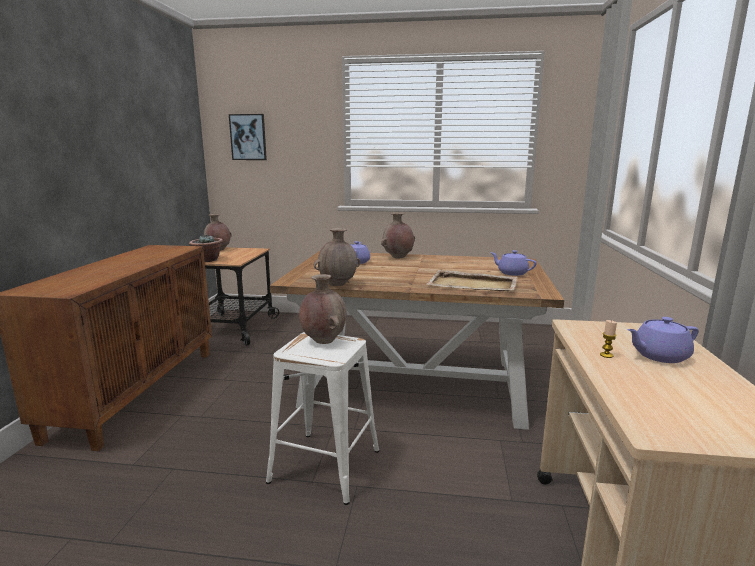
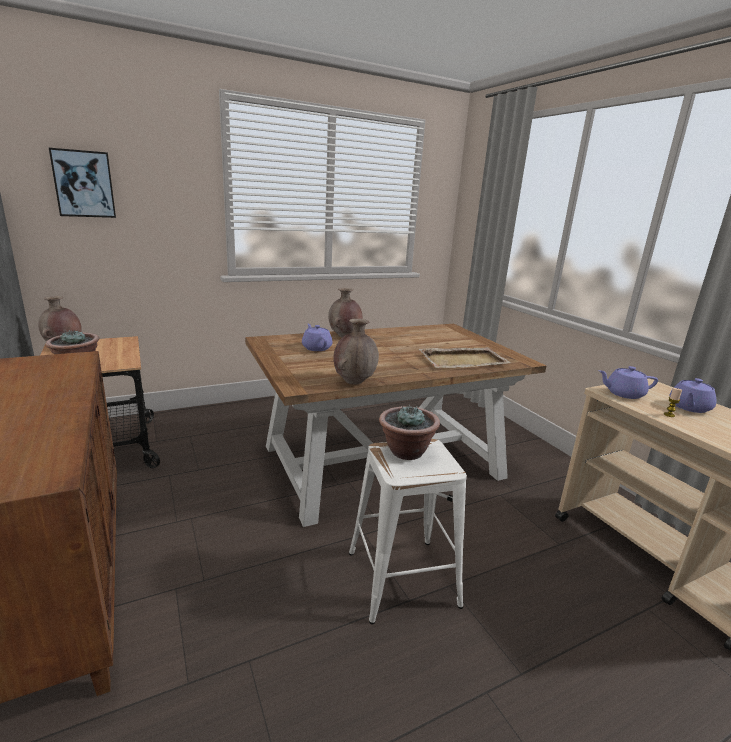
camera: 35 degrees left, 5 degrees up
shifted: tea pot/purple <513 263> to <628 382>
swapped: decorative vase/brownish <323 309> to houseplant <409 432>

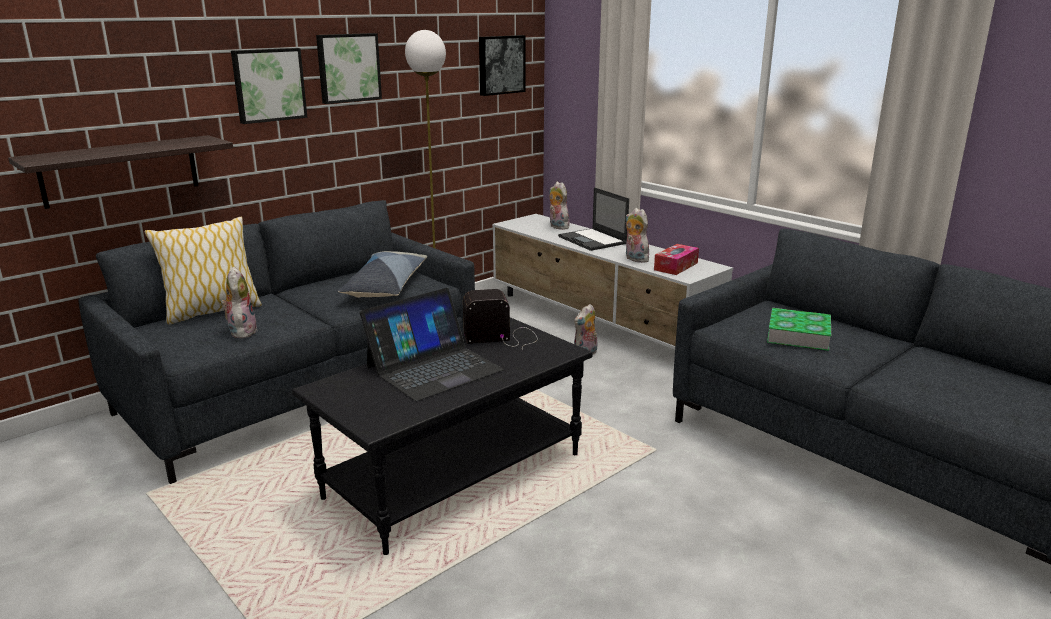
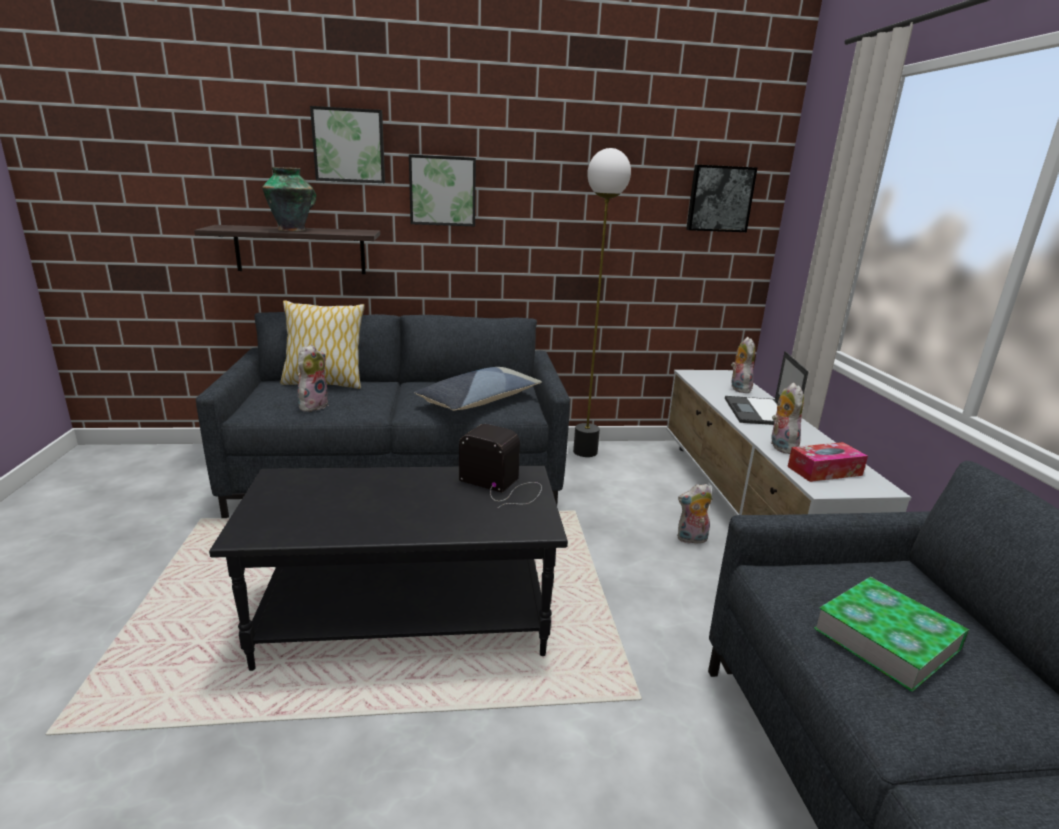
camera: 35 degrees right, 0 degrees up
gone: laptop <432 344>
new: decorative vase <289 199>
shifted: wall picture <349 68> to <347 144>

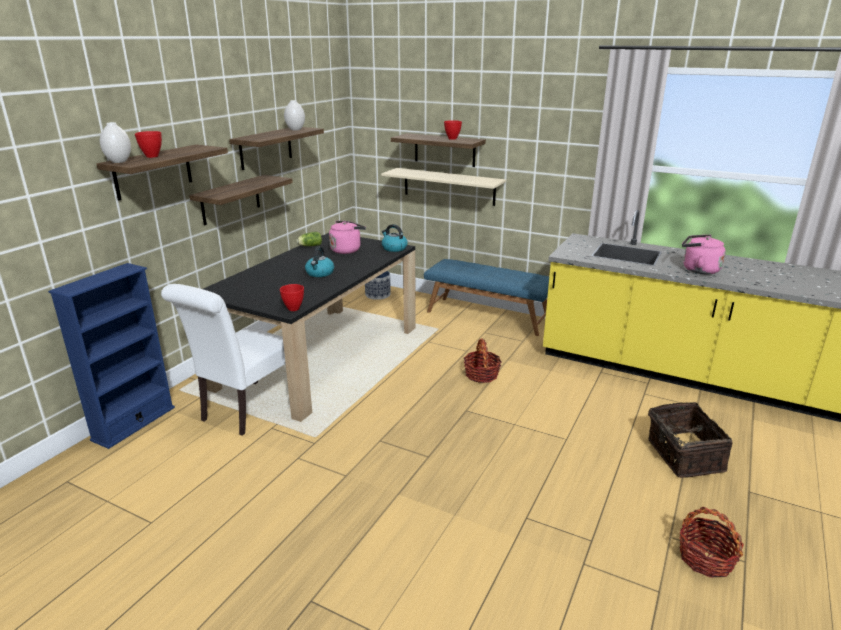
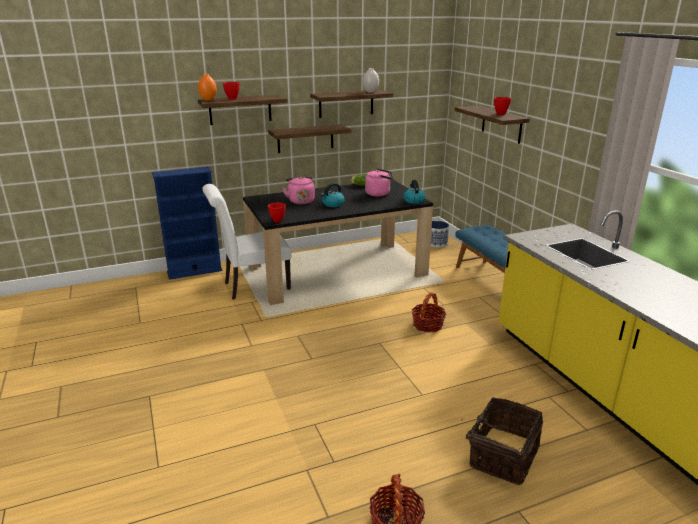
camera: 40 degrees right, 0 degrees up
gone: bracket shelf/sand-coloured <443 187>
shifted: kettle/pink <704 254> to <298 190>
repainted: decorative vase/white <115 142> to decorative vase/orangey <207 87>

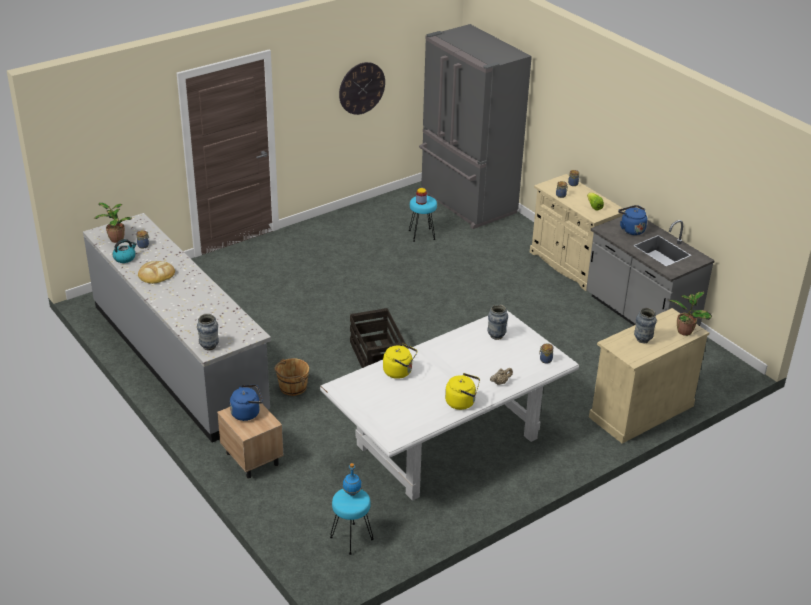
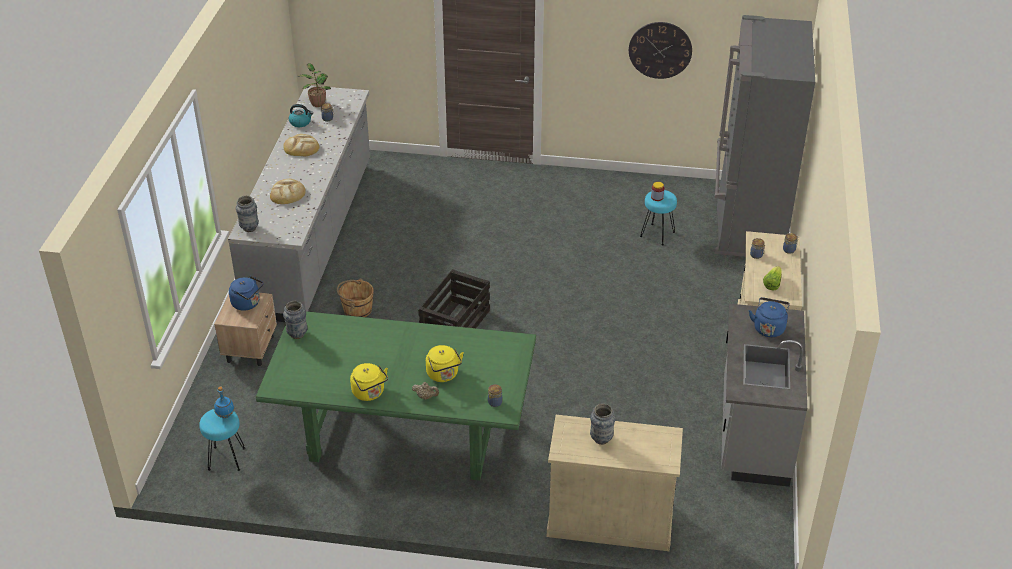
camera: 45 degrees right, 5 degrees up
gone: houseplant <690 313>
new: bakery bread <288 191>
shifted: decorative vase <497 322> to <295 320>; kettle/yellow <400 361> to <445 363>
repainted: kitchen table/white <449 405> to kitchen table/green-coloured <396 396>

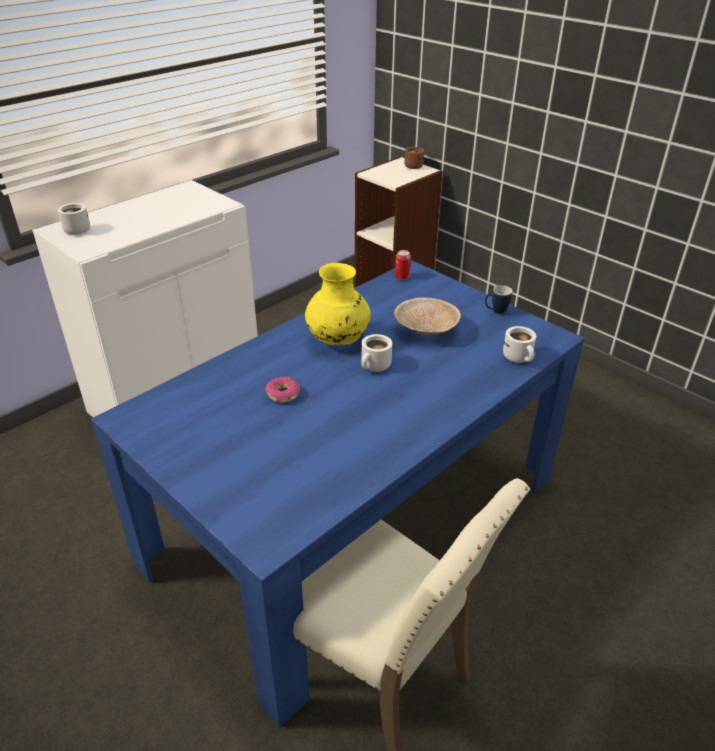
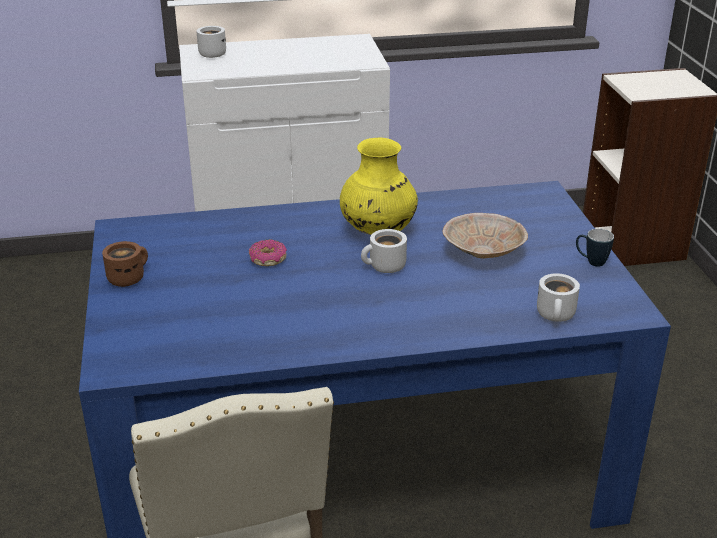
camera: 35 degrees right, 5 degrees down
gone: can <403 265>
shifted: mug/brownish <414 158> to <125 264>

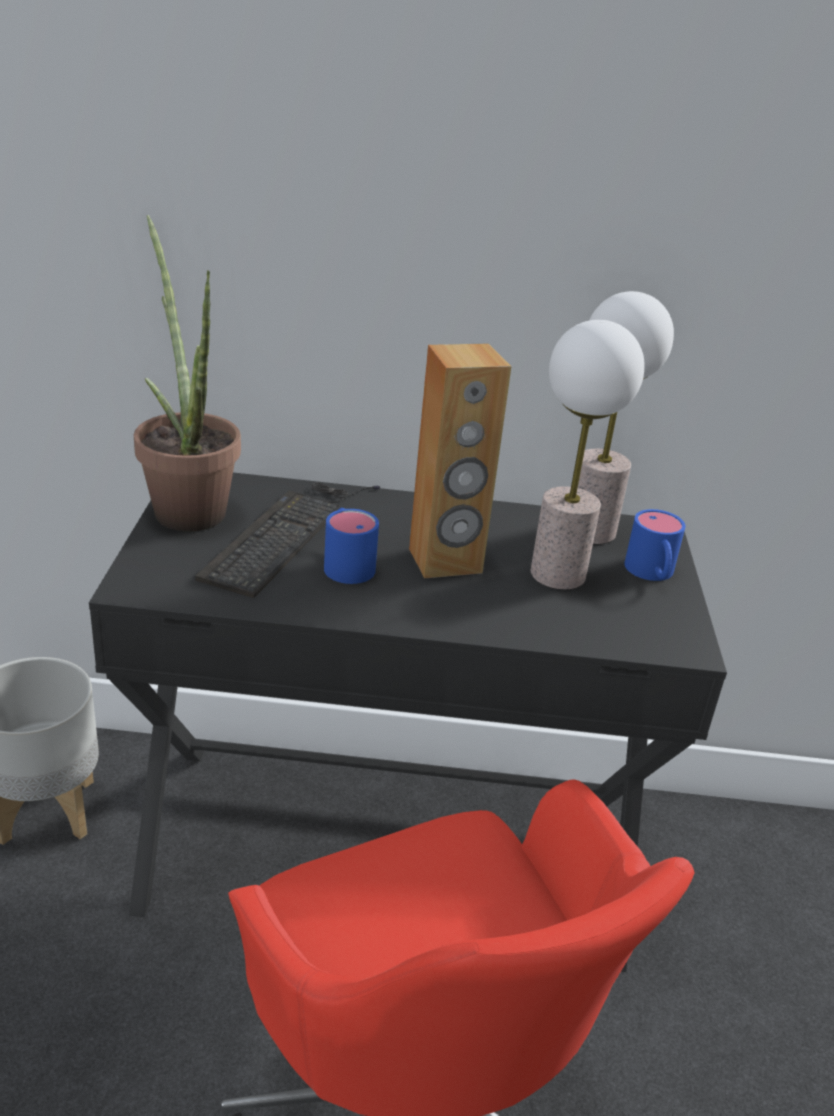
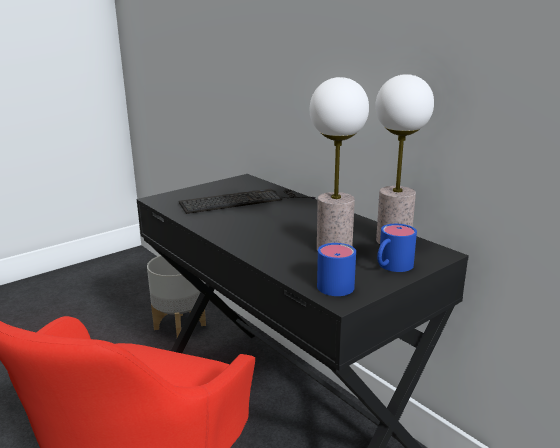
camera: 50 degrees right, 10 degrees down
gone: houseplant <187 373>; loudspeaker/brownish <460 461>
shifted: mug/bluish <351 546> to <336 269>

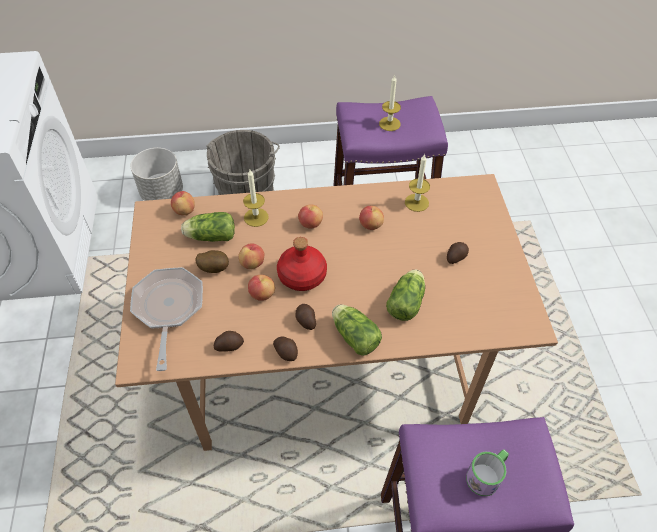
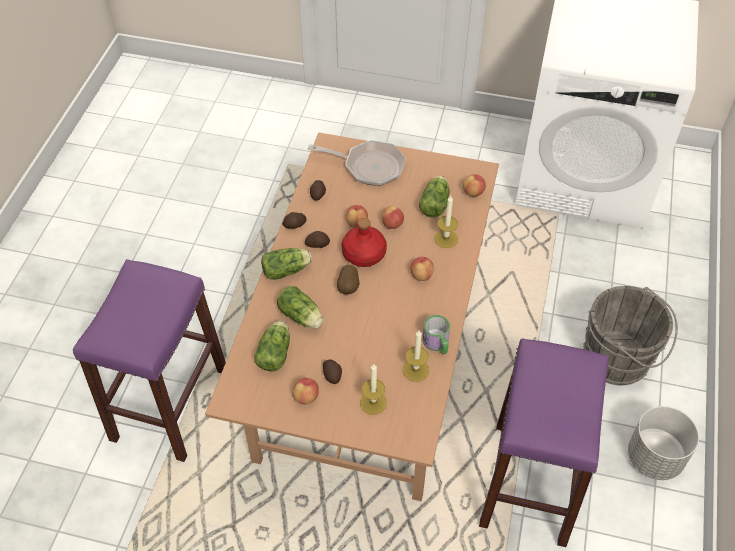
camera: 110 degrees right, 0 degrees up
new: lettuce <272 346>
shifted: apple fruit <371 218> to <305 391>; potato <212 261> to <348 279>; wax candle <390 103> to <373 389>; mug <487 472> to <436 335>; planter/greyish <157 174> to <663 443>

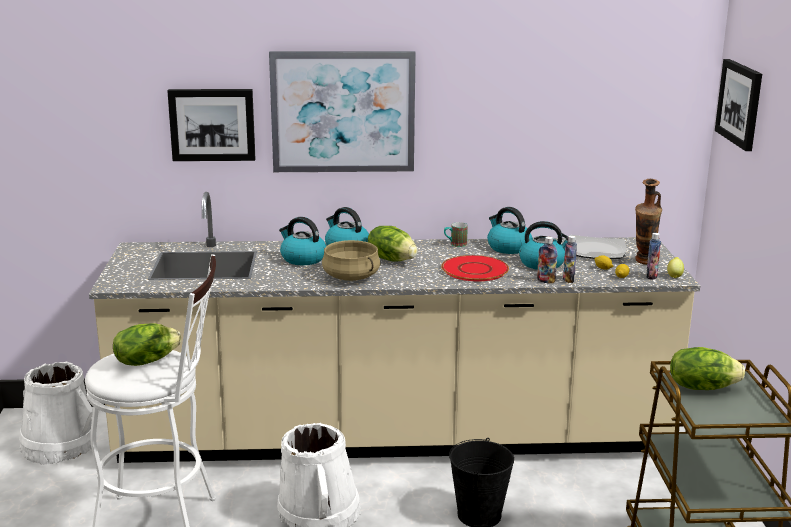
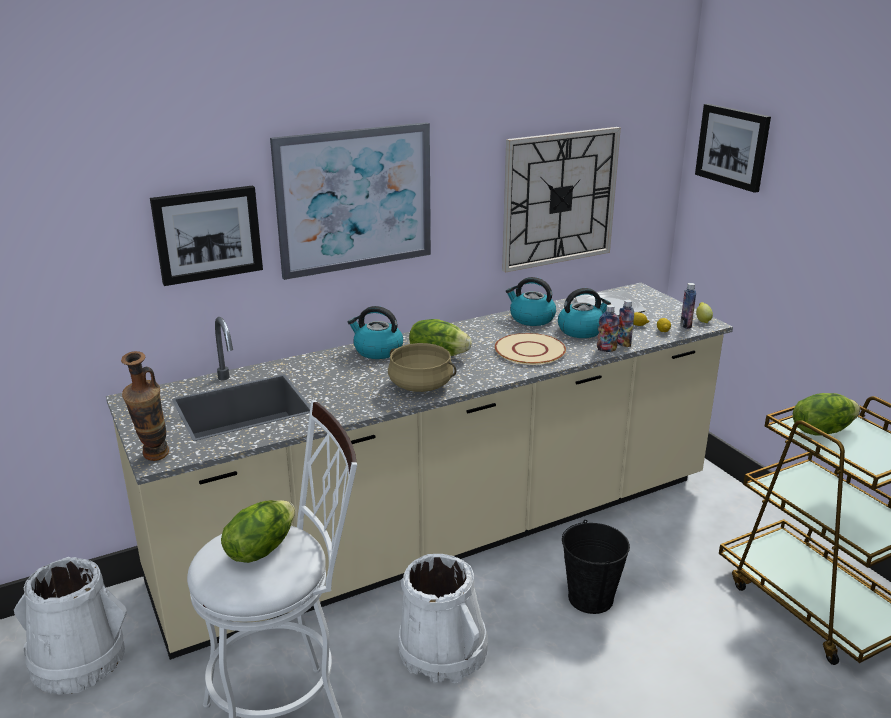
camera: 25 degrees left, 5 degrees up
gone: kettle <302 241>; mug <456 234>
new: clock on the wall <561 199>
shifted: decorative vase <648 221> to <145 406>
repainted: dinner plate/red <475 268> to dinner plate/sand-coloured <530 349>

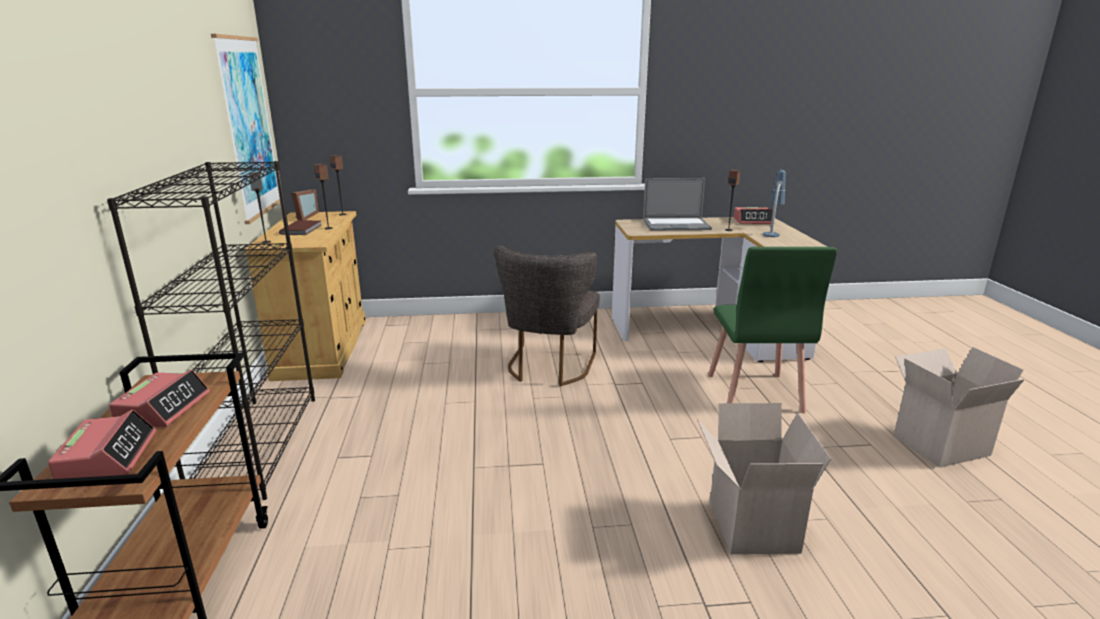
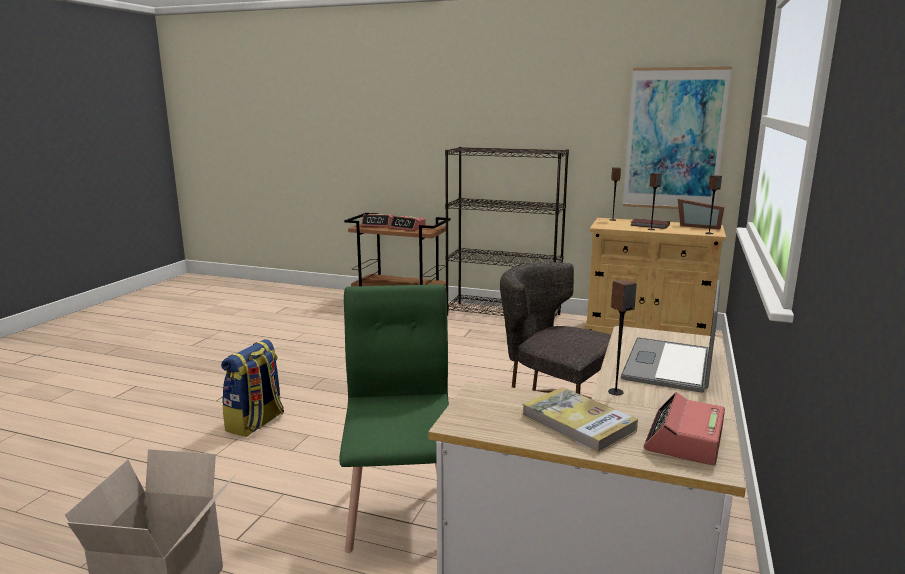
camera: 115 degrees right, 5 degrees down
swapped: packing box <764 478> to knapsack <252 388>; table lamp <774 203> to bound book <580 420>
rotated: chair/green-coloured <772 330> = <394 418> 60 degrees clockwise

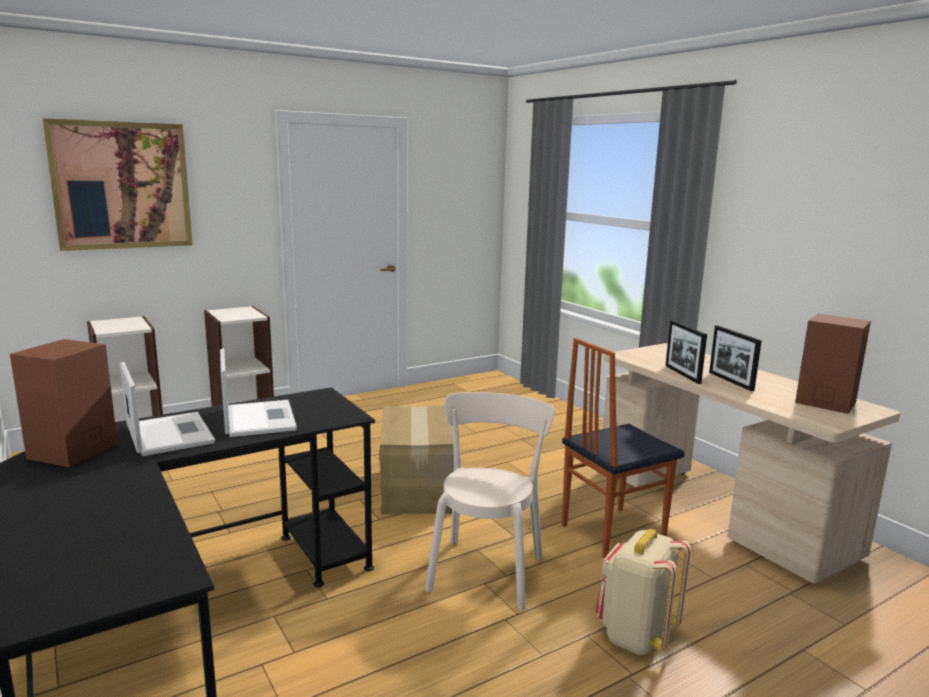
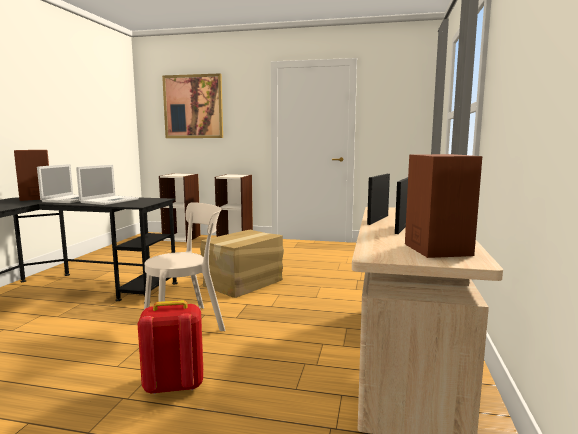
camera: 45 degrees right, 5 degrees down
gone: chair <623 448>
repainted: knapsack/sand-coloured <643 592> to knapsack/red <170 347>

